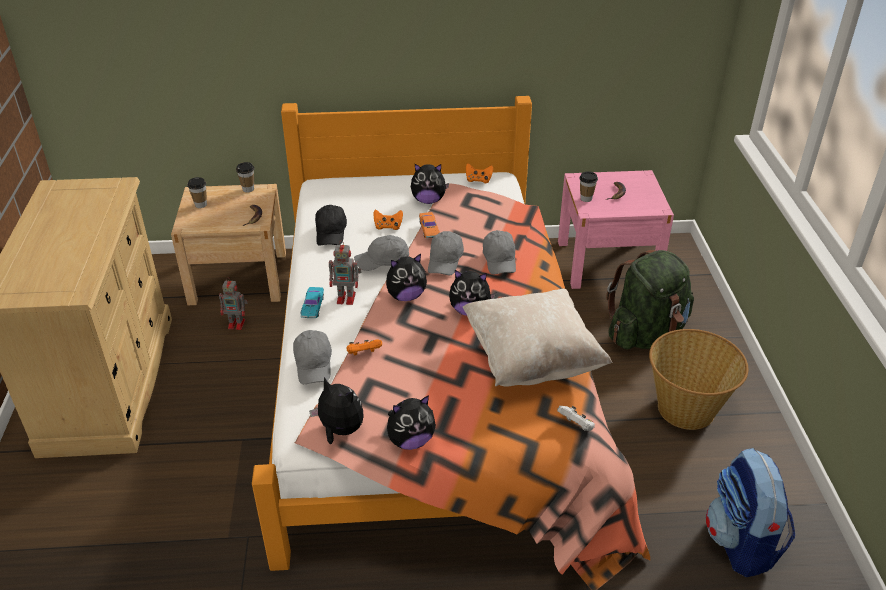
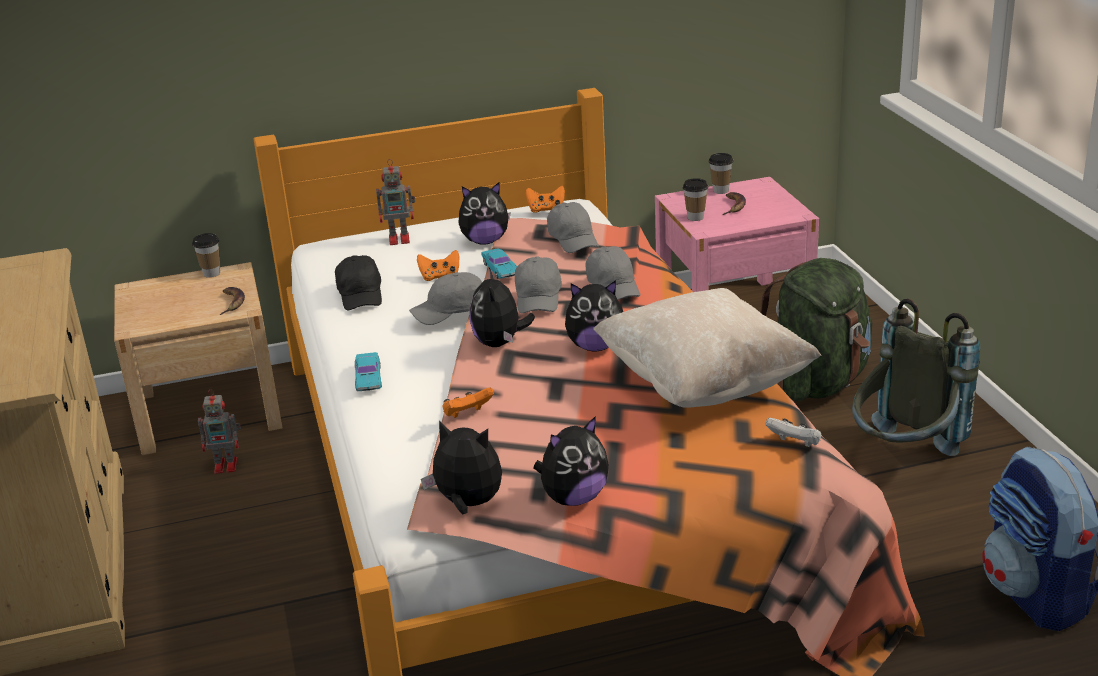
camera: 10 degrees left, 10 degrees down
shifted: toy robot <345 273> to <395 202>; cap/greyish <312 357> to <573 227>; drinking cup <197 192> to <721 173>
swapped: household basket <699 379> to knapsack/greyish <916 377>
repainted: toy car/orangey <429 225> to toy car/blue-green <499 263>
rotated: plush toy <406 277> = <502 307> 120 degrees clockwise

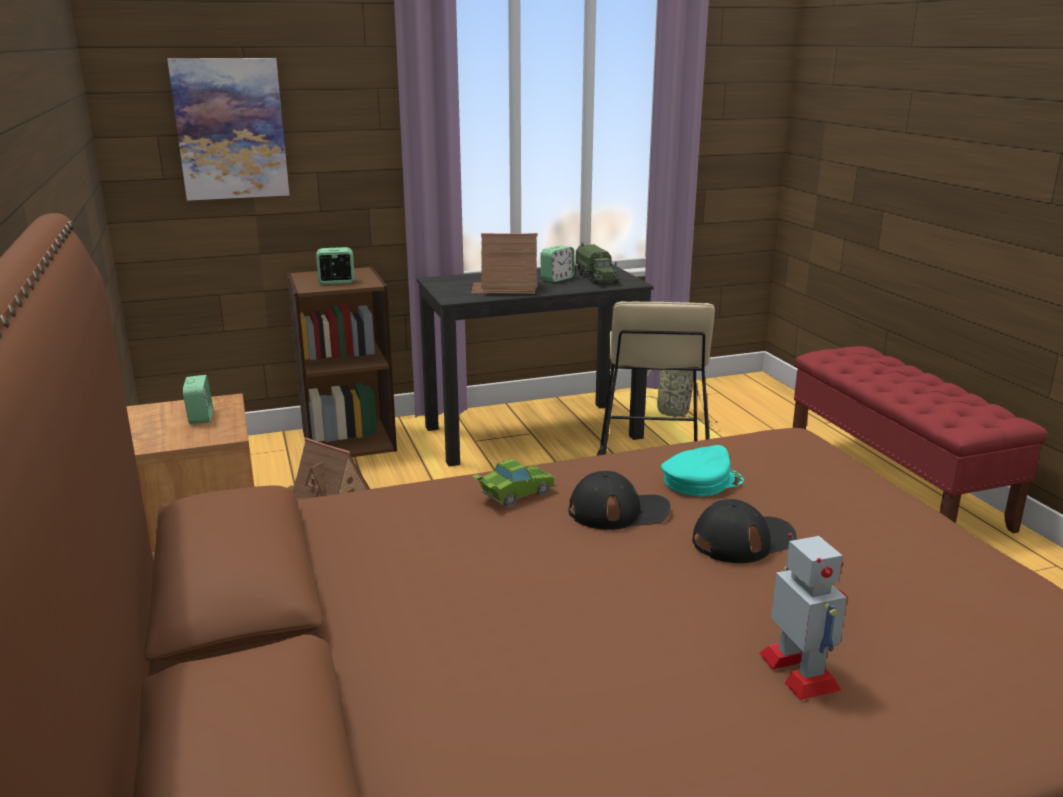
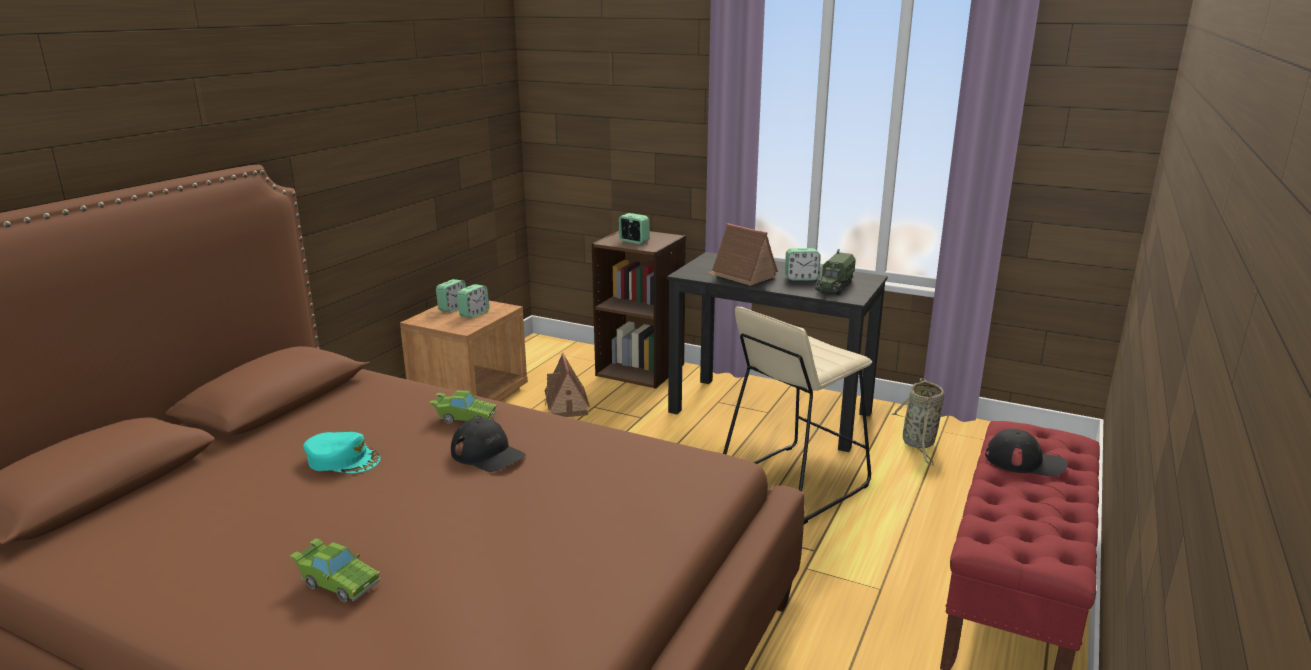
camera: 45 degrees right, 0 degrees up
gone: wall picture <228 129>
new: bedside clock <451 295>
shifted: cap/blue-green <702 470> to <342 452>; cap/black <744 531> to <1026 452>
swapped: toy robot <803 616> to toy car/green-coloured <335 570>

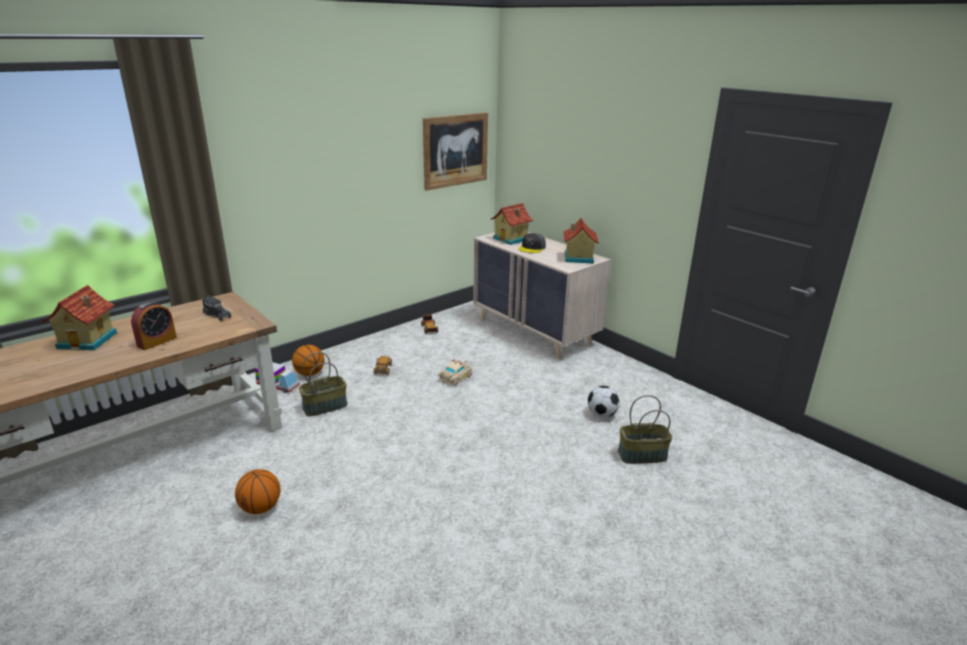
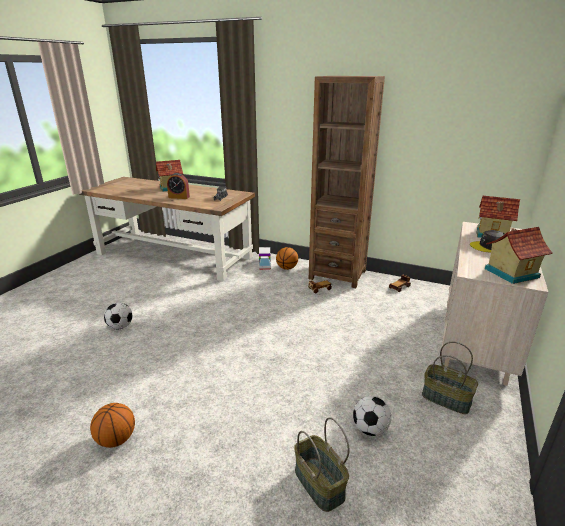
camera: 65 degrees right, 0 degrees up
gone: wall picture <455 151>; toy car/sand-coloured <455 372>
new: ball for football <118 316>; shelving unit/brownish <347 182>
shifted: ball for basketball <258 491> to <112 425>; household basket <323 384> to <450 378>

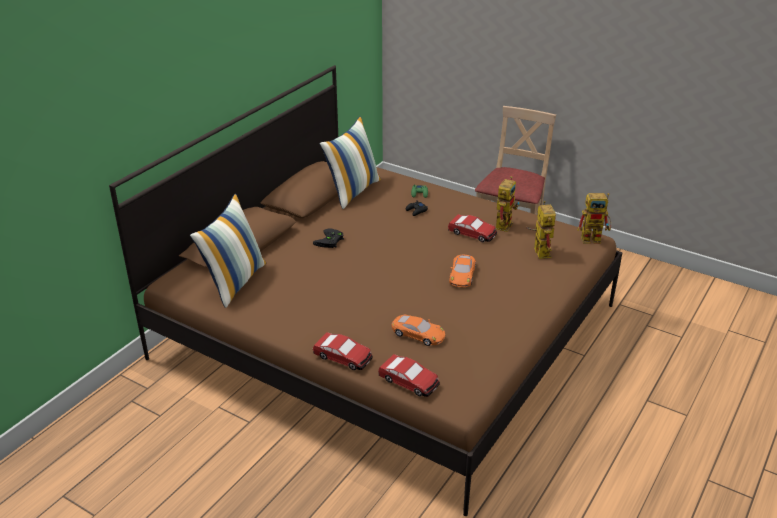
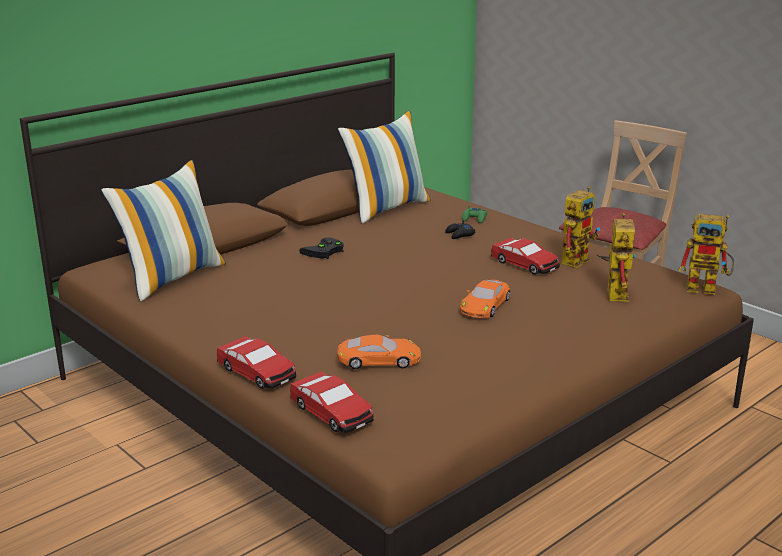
camera: 15 degrees right, 10 degrees down
rotated: toy car/orangey <418 330> = <379 352> 45 degrees counterclockwise

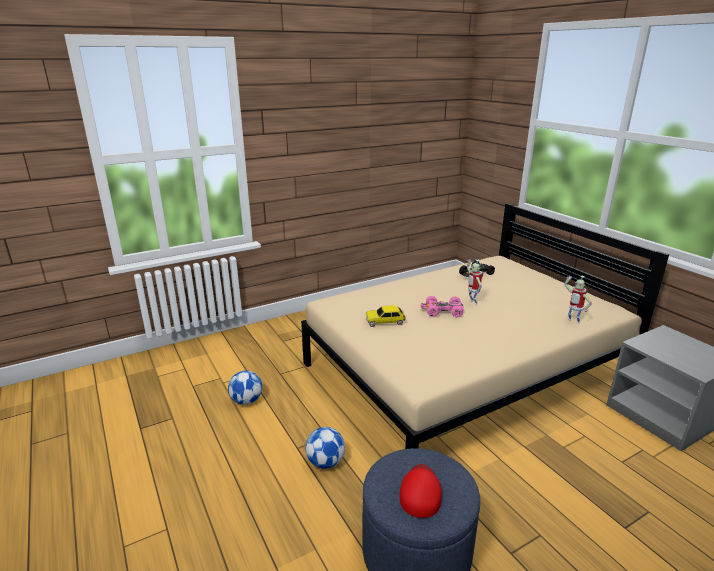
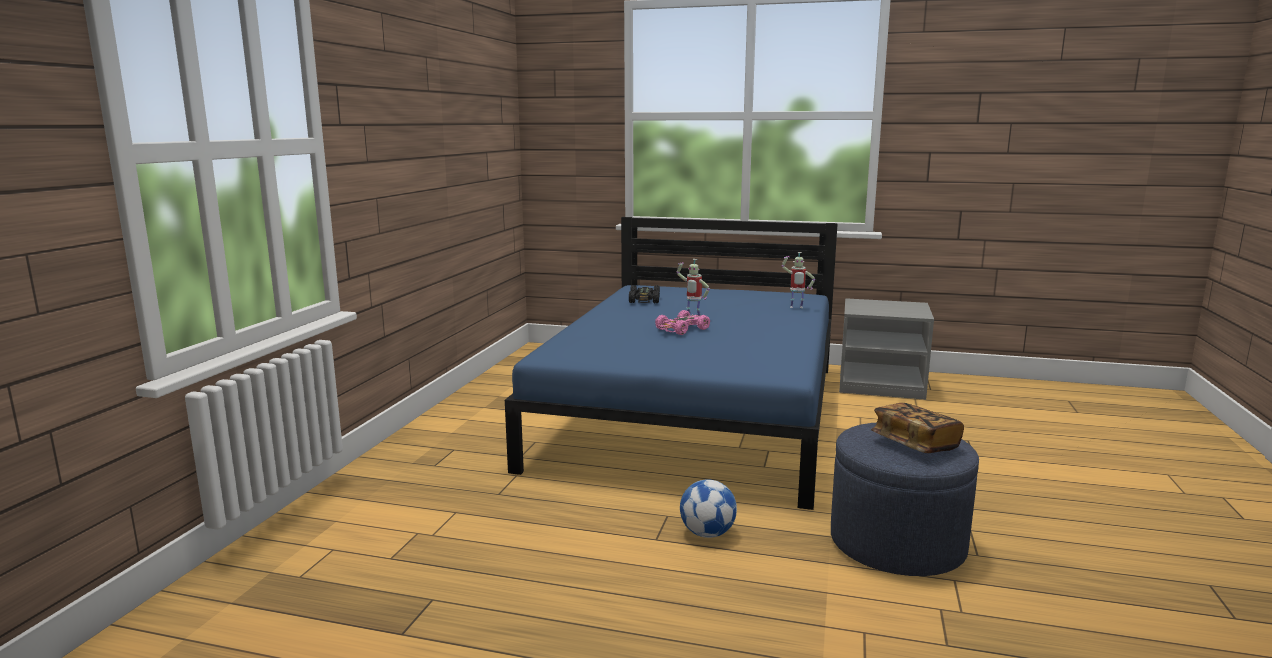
camera: 45 degrees left, 10 degrees down
gone: ball for football <245 388>; toy car <386 316>
swapped: cap/red <420 491> to bound book <917 428>
repainted: bed/sand-coloured <485 326> to bed/bluish <671 363>

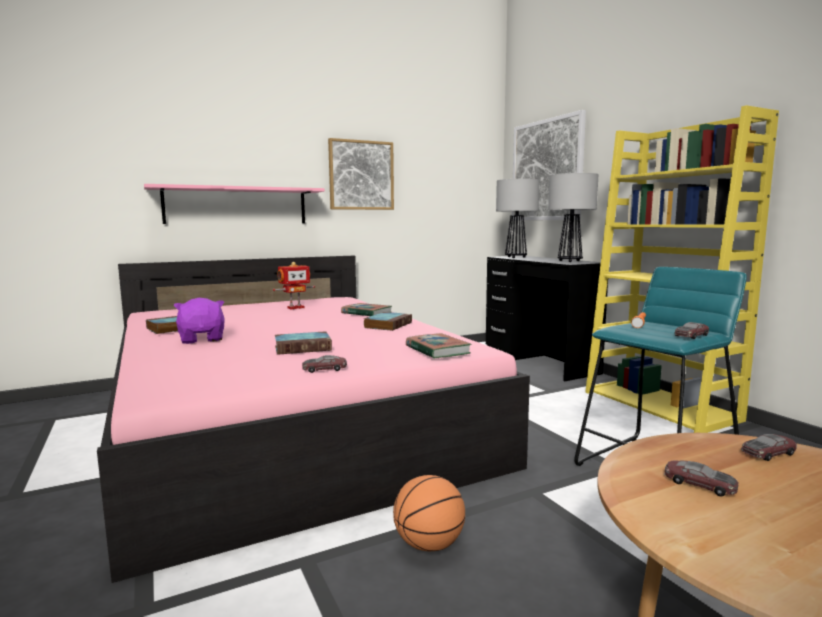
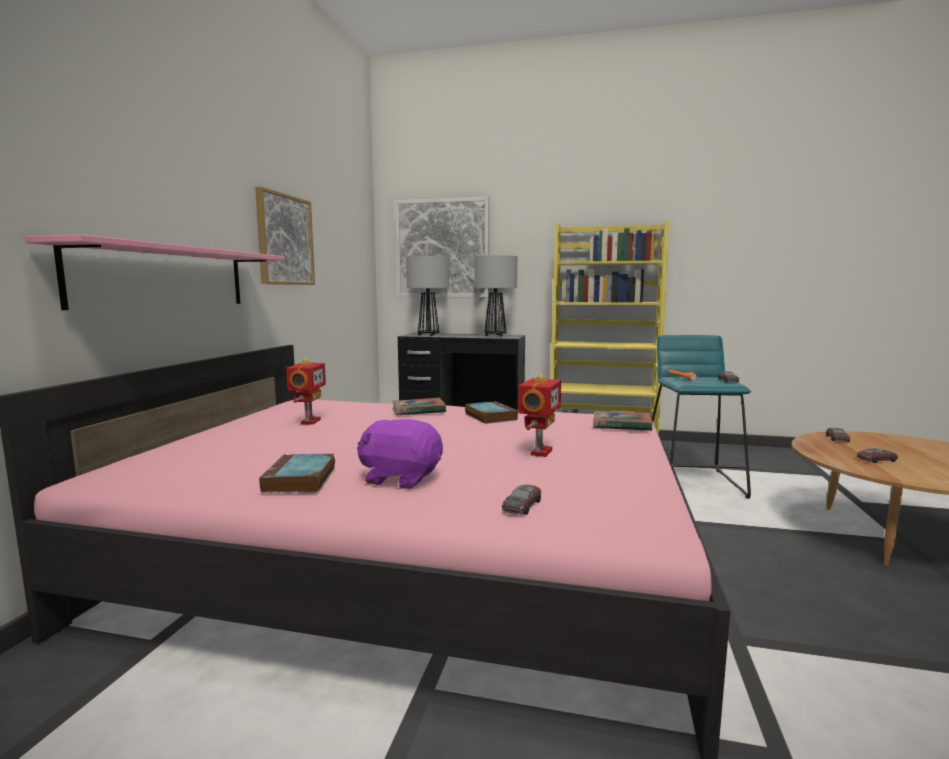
camera: 50 degrees left, 0 degrees up
gone: ball for basketball <429 513>
shifted: toy car <324 364> to <521 500>
swapped: bound book <303 343> to toy robot <539 415>

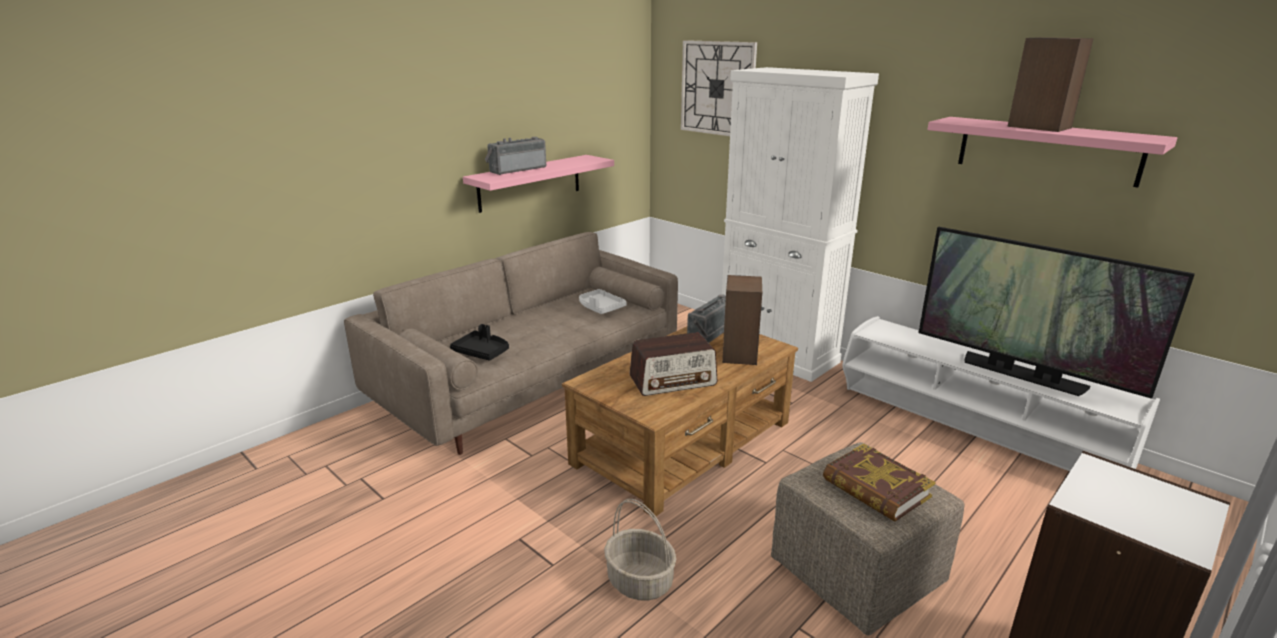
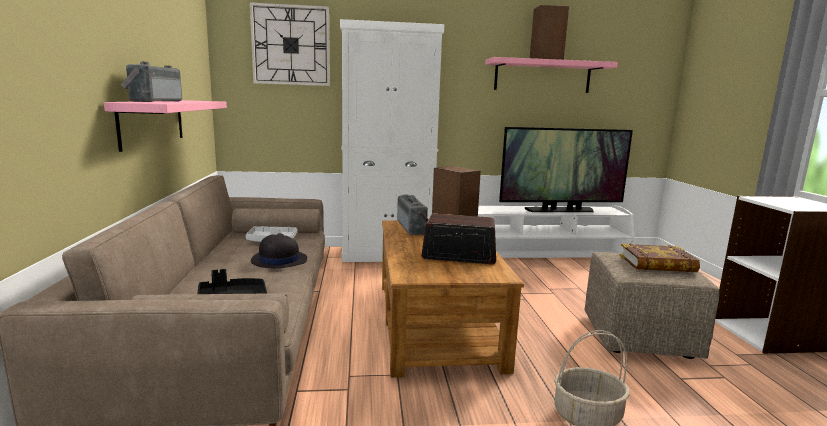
camera: 50 degrees left, 10 degrees down
new: clothing hat/black <279 250>
rotated: radio set <673 364> = <458 239> 105 degrees counterclockwise

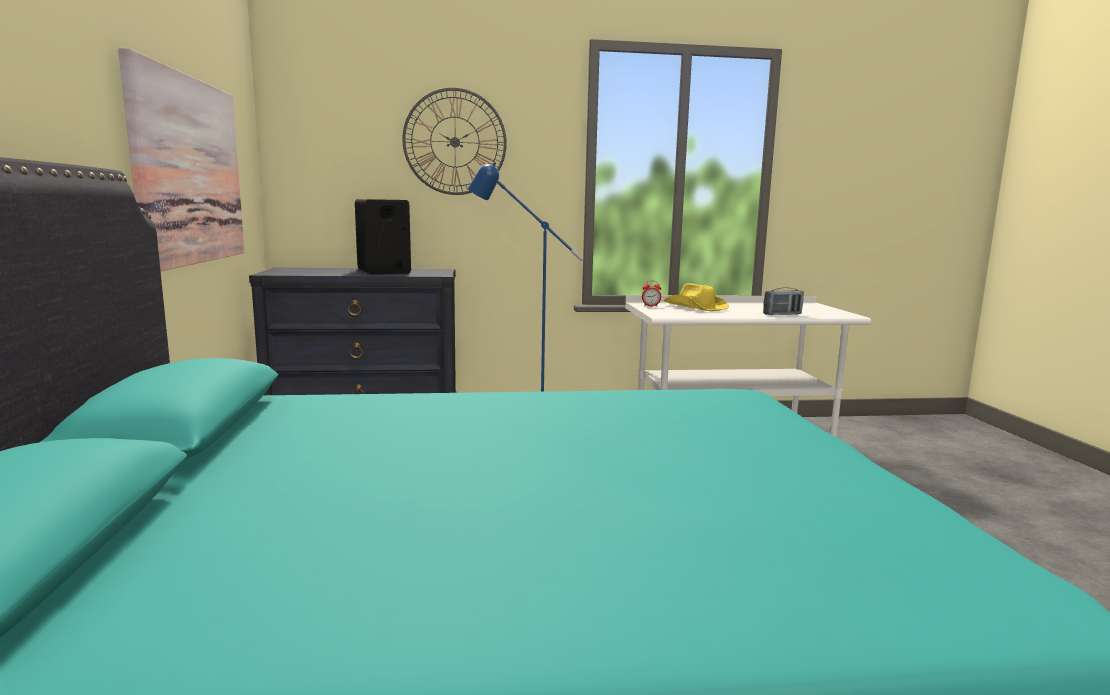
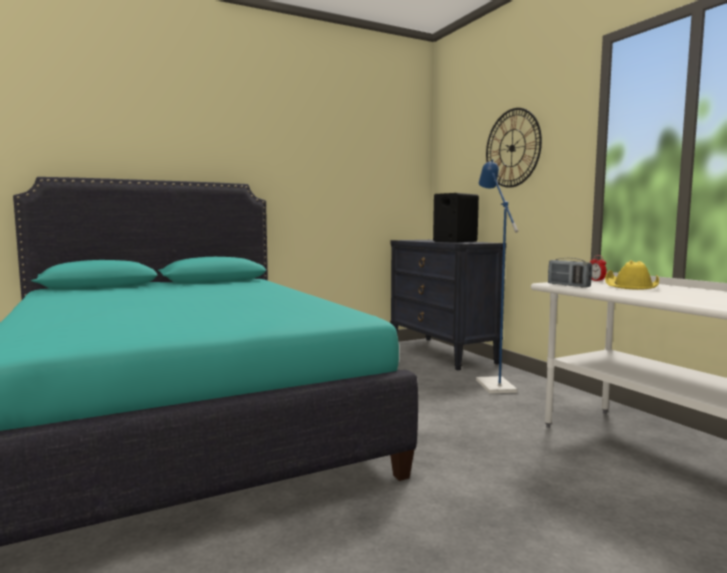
camera: 70 degrees right, 5 degrees down
gone: wall picture <181 159>
shifted: radio set <783 301> to <570 272>

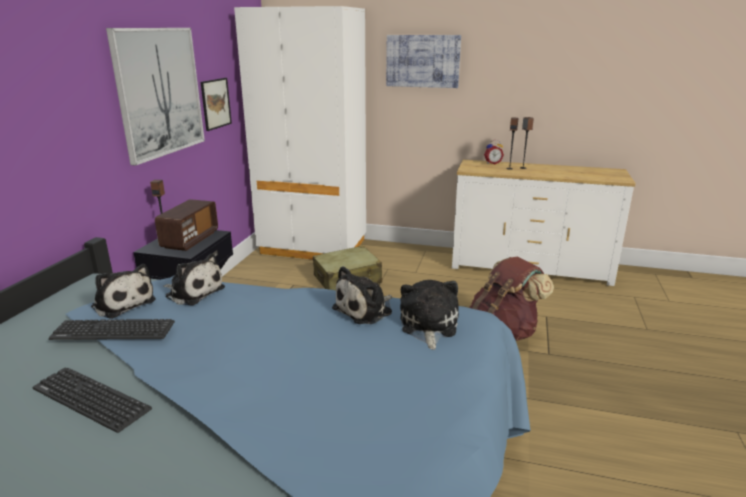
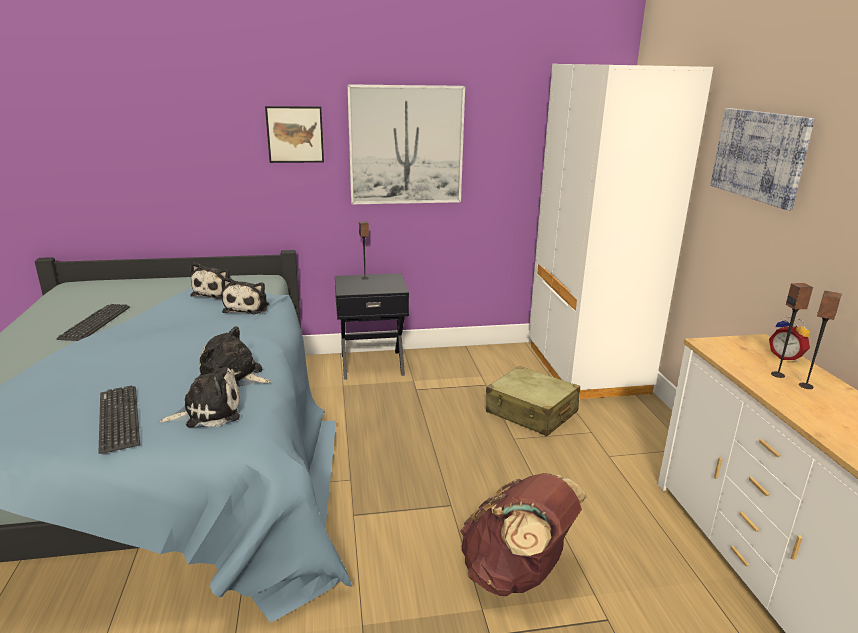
camera: 65 degrees right, 0 degrees up
gone: radio set <186 225>
shifted: keyboard <112 329> to <119 420>; wall picture <216 104> to <294 134>

